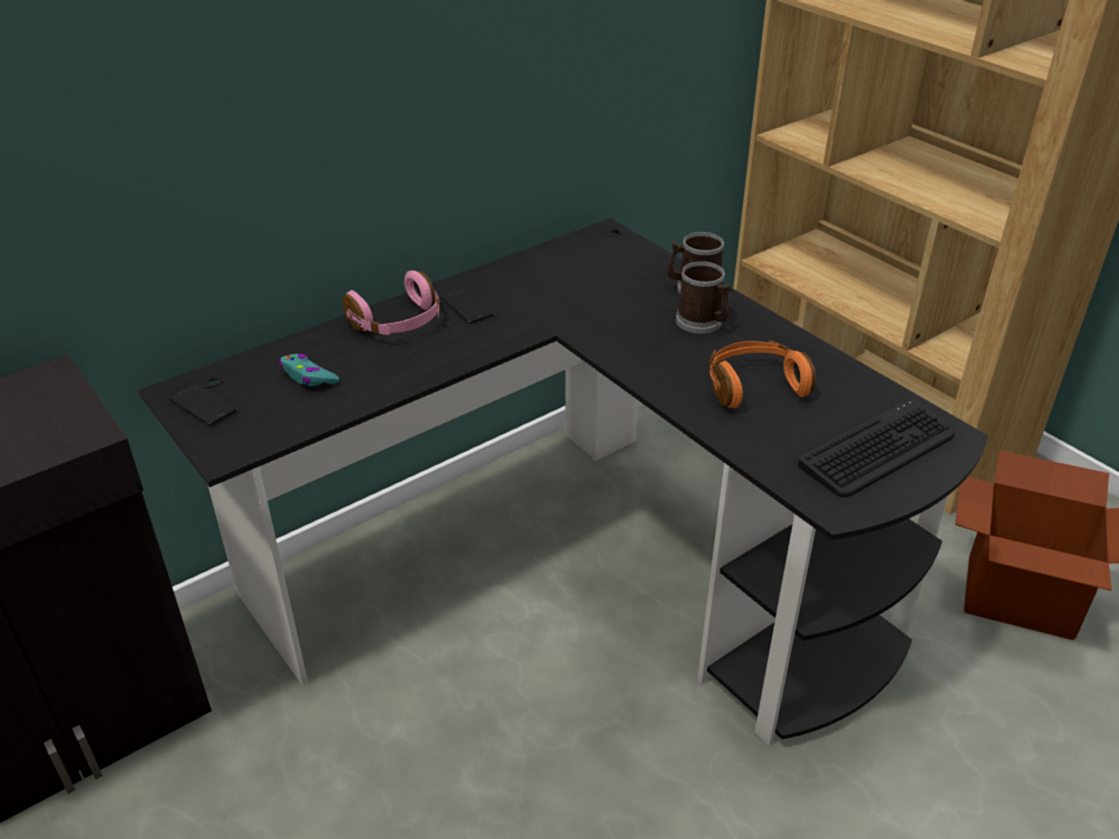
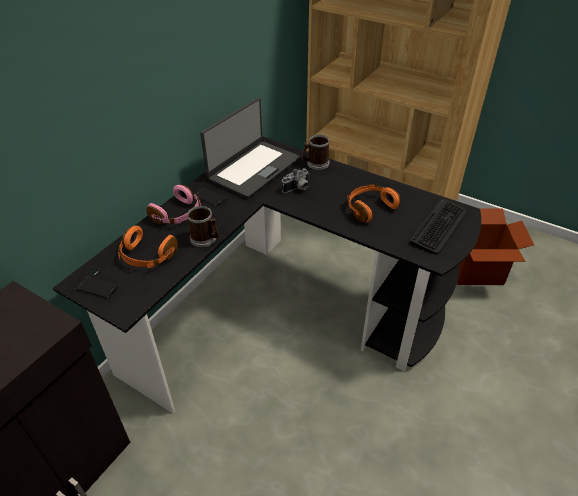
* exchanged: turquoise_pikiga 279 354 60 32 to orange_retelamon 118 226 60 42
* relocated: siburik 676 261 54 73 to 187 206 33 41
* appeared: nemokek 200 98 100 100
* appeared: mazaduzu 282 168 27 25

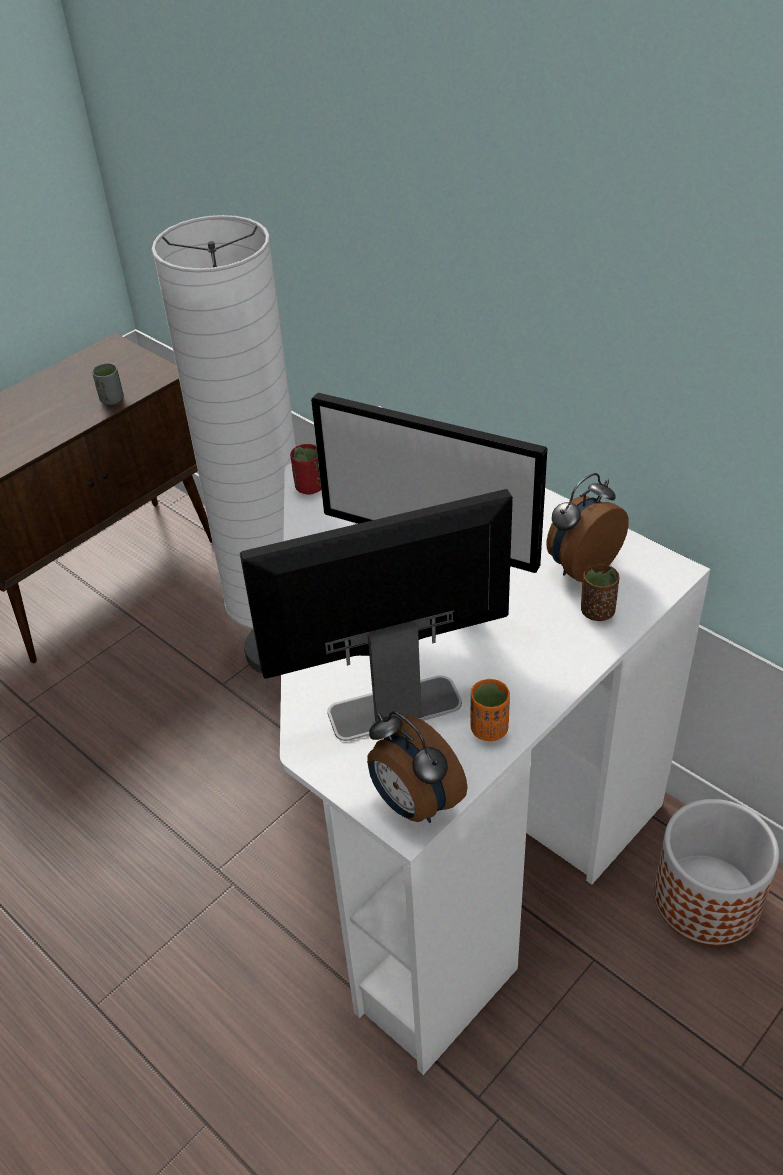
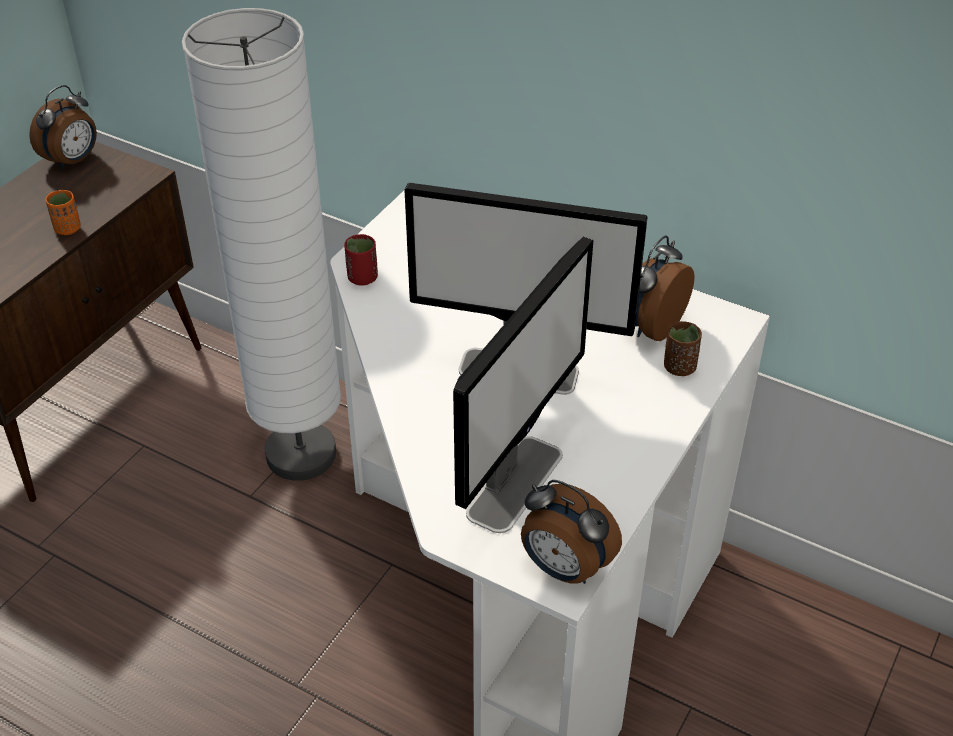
* missing: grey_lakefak 92 363 32 42
* spun: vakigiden 240 489 273 252 = 453 237 140 296 150 degrees clockwise
* relocated: orange_lakefak 471 679 39 62 to 46 190 35 45
* missing: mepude 654 799 125 147
* appeared: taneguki 29 85 68 85

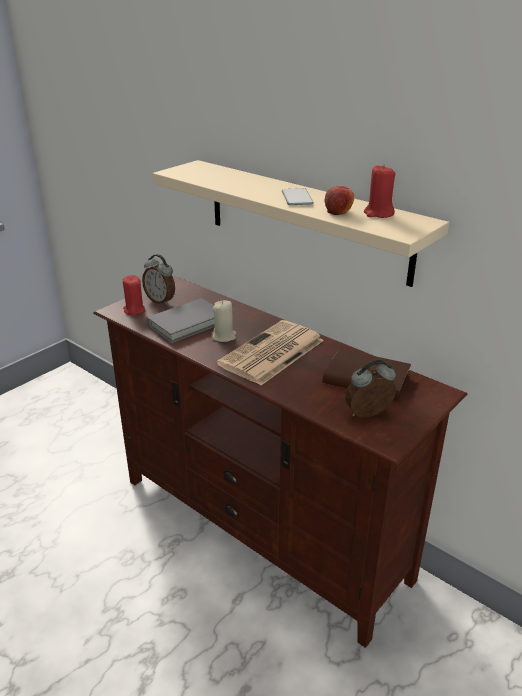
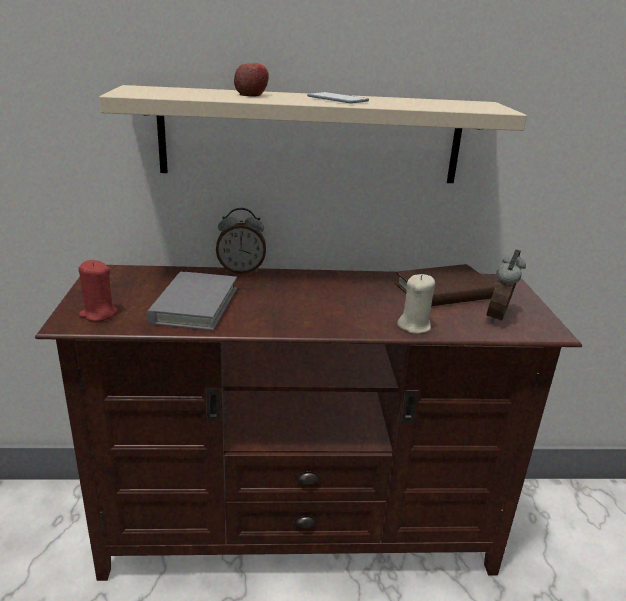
* relocated: taneguki 142 254 33 52 to 216 208 50 66
* relocated: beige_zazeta 212 300 24 42 to 397 274 38 60
* missing: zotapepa 217 320 107 65
* relocated: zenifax 324 186 30 29 to 234 63 35 34
* missing: red_zazeta 364 164 31 54

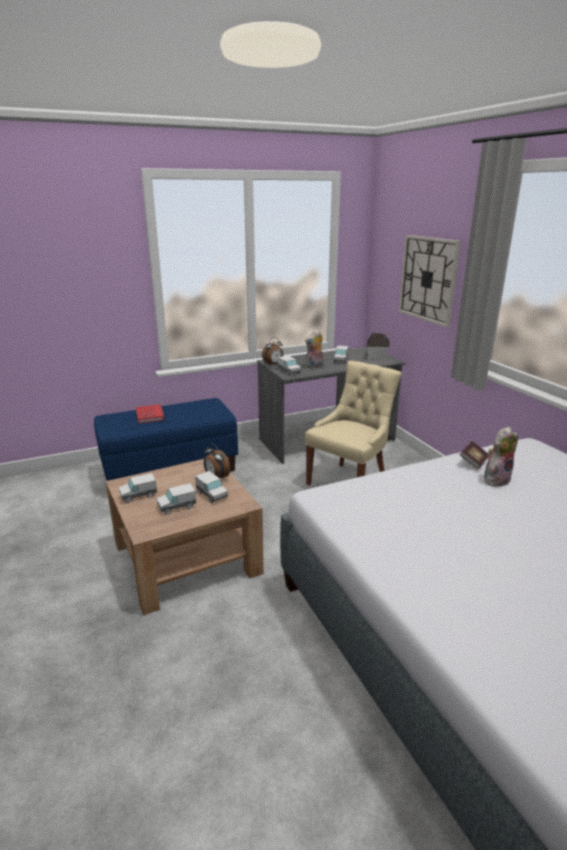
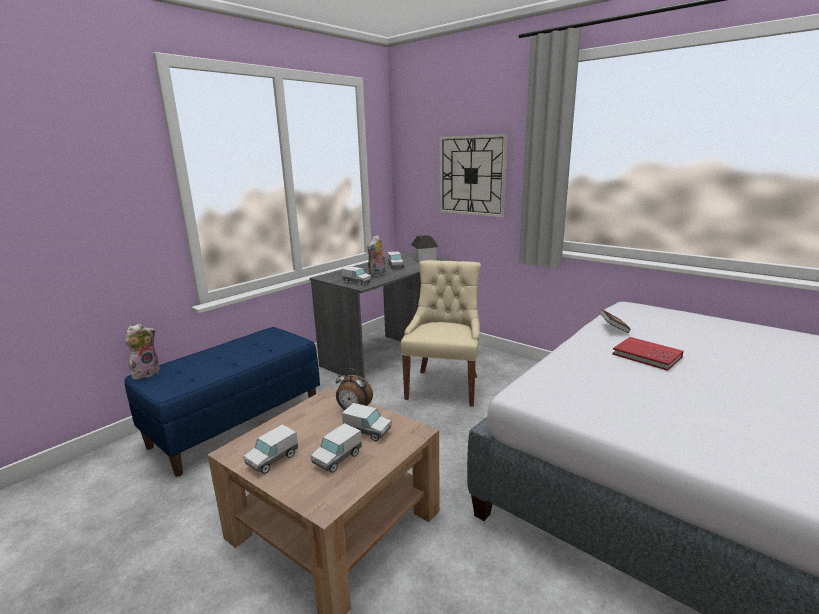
* relocated: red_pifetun 136 404 29 20 to 612 337 72 34
* missing: taneguki 262 337 21 29
* relocated: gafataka 484 426 34 60 to 125 323 35 57

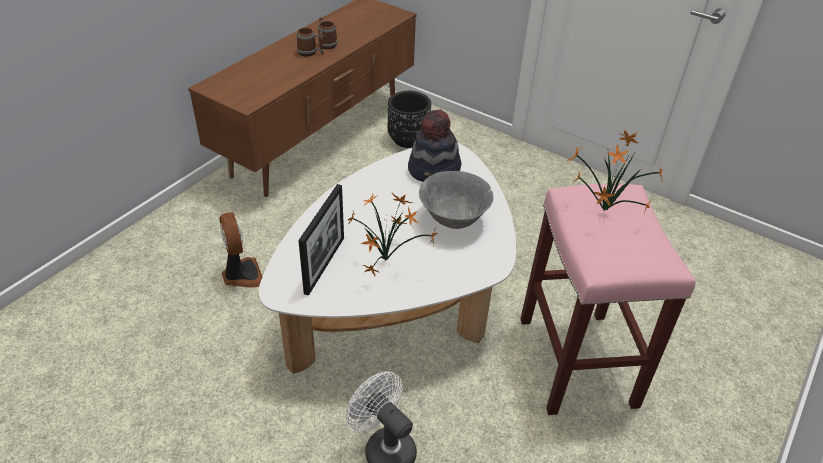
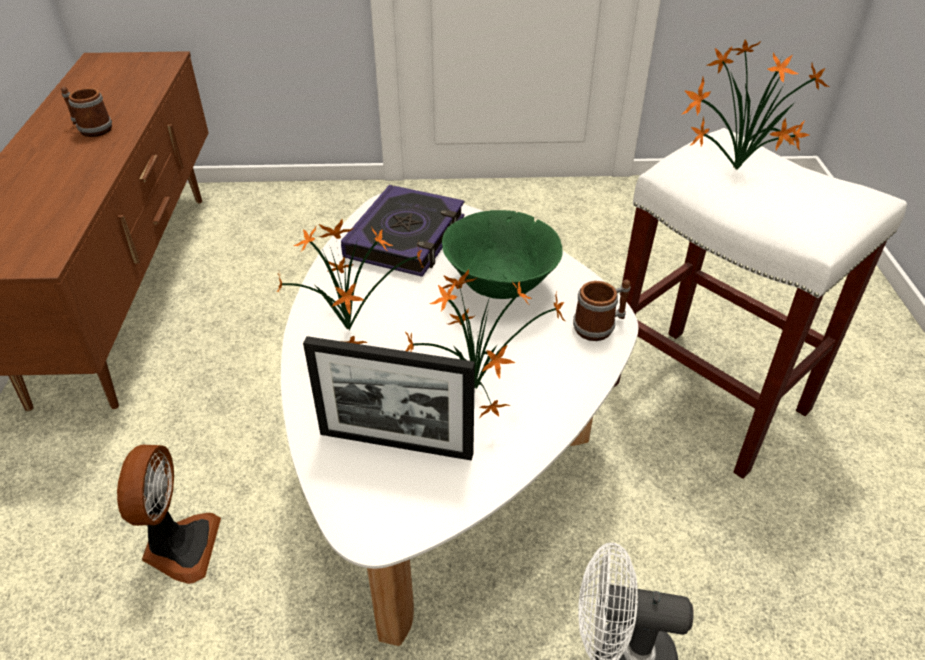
* spun: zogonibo 219 212 43 76 = 117 444 104 140 60 degrees clockwise
* relocated: siburik 296 27 28 29 to 573 280 57 61
* spun: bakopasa 298 184 46 112 = 303 336 172 125 120 degrees clockwise
* missing: black_mepude 388 91 43 57
* exchanged: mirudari 408 110 53 72 to pifetun 341 185 124 92
* colour: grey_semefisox 419 171 75 58 to green_semefisox 442 210 121 89
* colour: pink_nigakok 521 184 175 231 to white_nigakok 613 128 294 351
* appeared: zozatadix 277 219 148 125

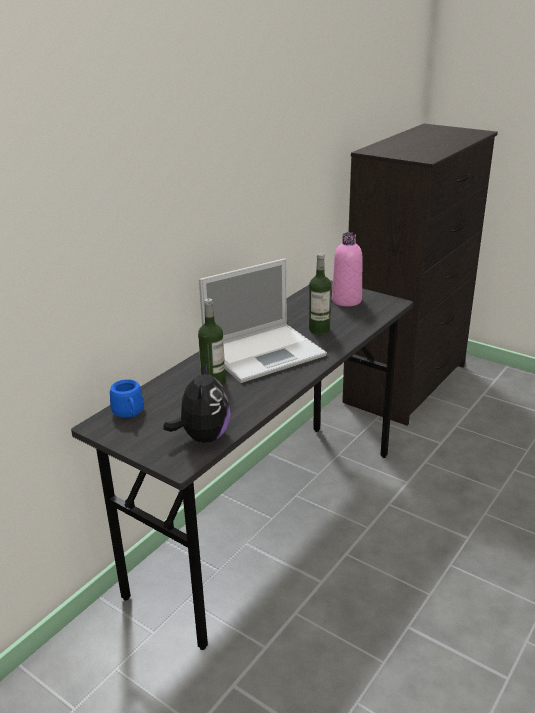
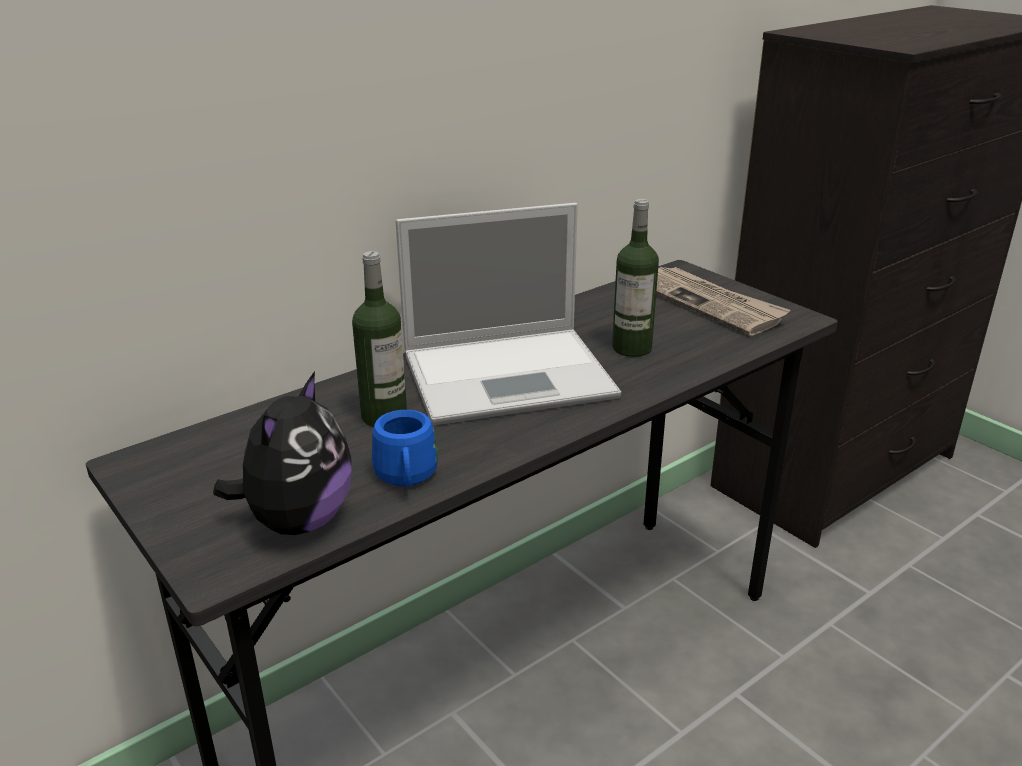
* relocated: blue_siburik 110 379 34 39 to 372 410 66 78
* exchanged: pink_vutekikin 332 232 31 74 to zotapepa 656 267 135 69

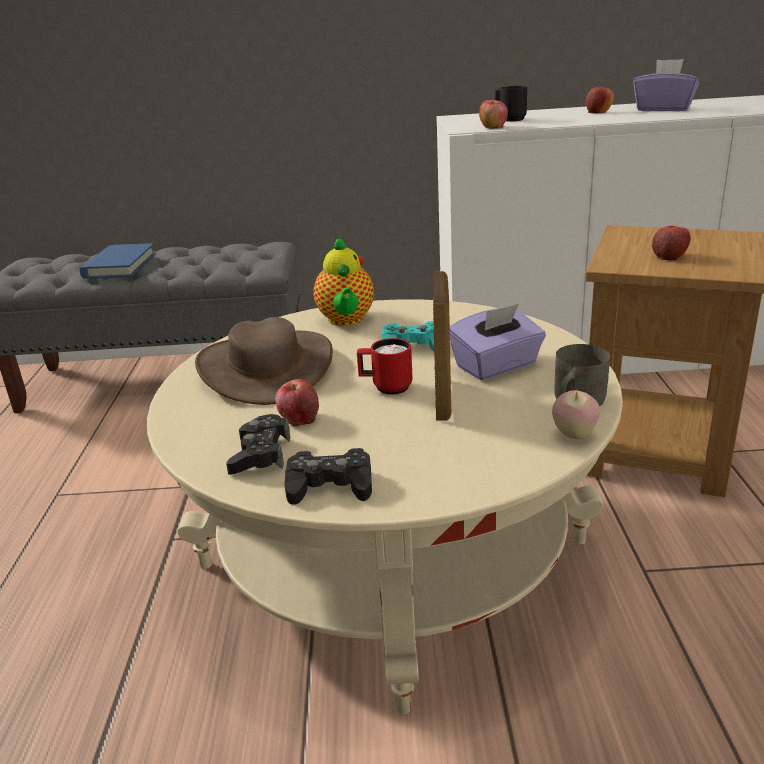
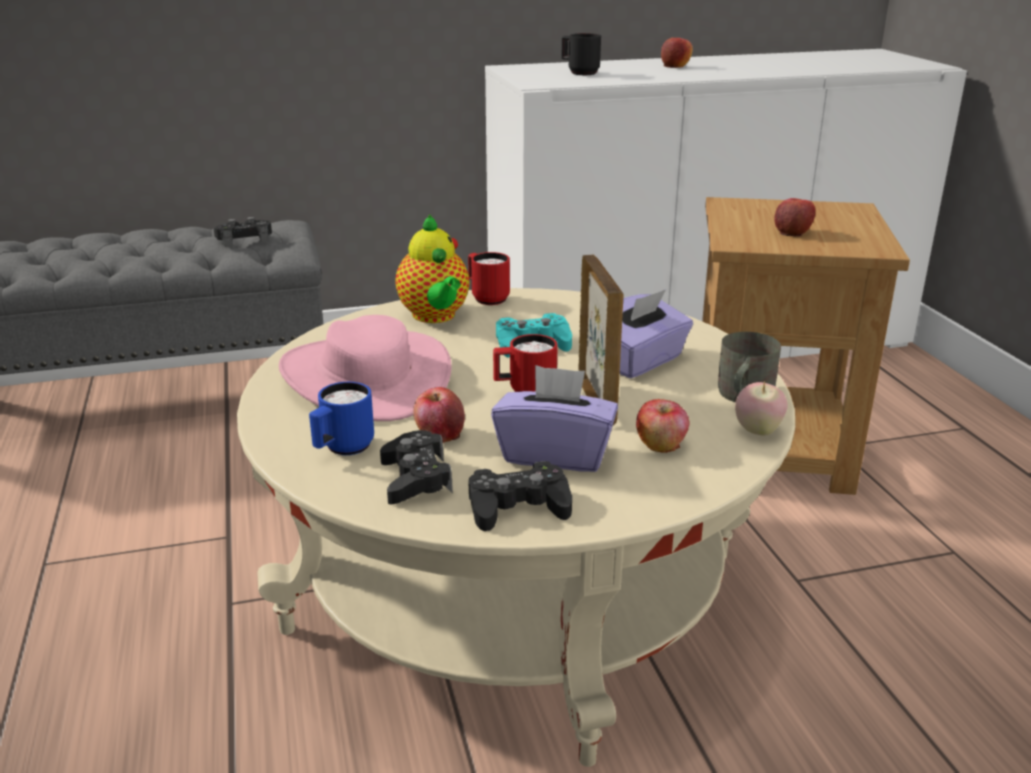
* missing: blue_pifetun 80 243 76 36
* colour: brown_mirudari 195 317 138 88 to pink_mirudari 279 315 172 106
* relocated: zenifax 479 100 29 28 to 636 399 54 54
* relocated: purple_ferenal 633 59 66 52 to 491 365 127 107
* appeared: black_pikiga 214 217 58 30
* appeared: blue_siburik 309 382 65 73
* appeared: red_siburik 468 252 42 53

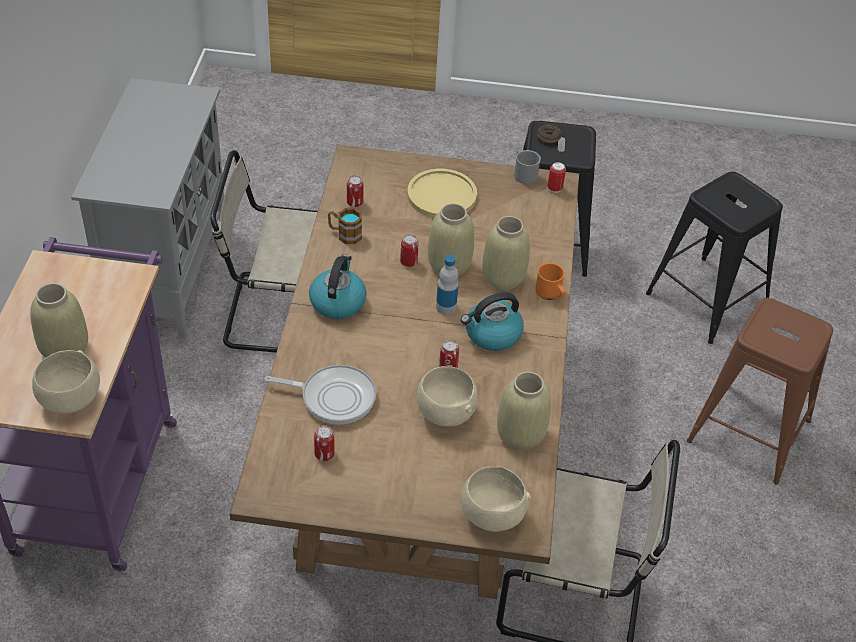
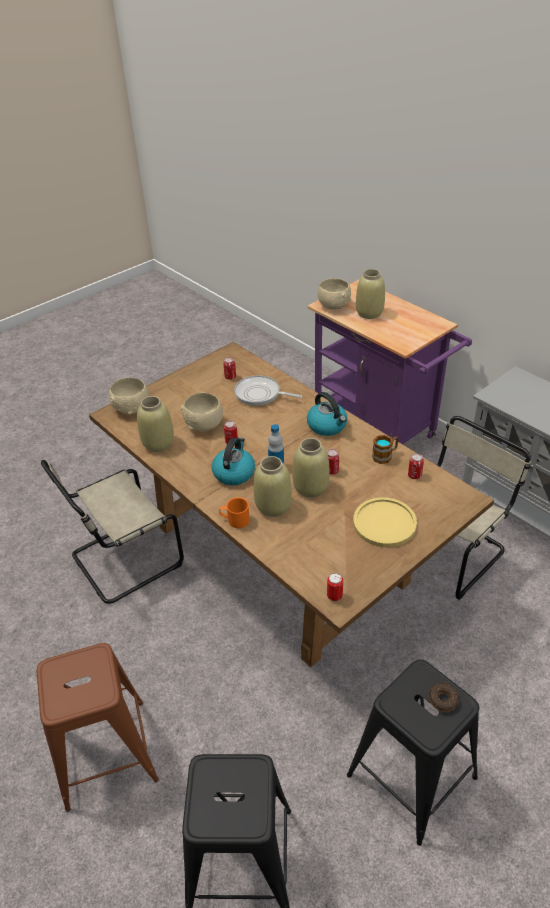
* spun: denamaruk 265 365 111 59 = 234 375 68 31 60 degrees clockwise
* missing: grey_siburik 514 150 27 34

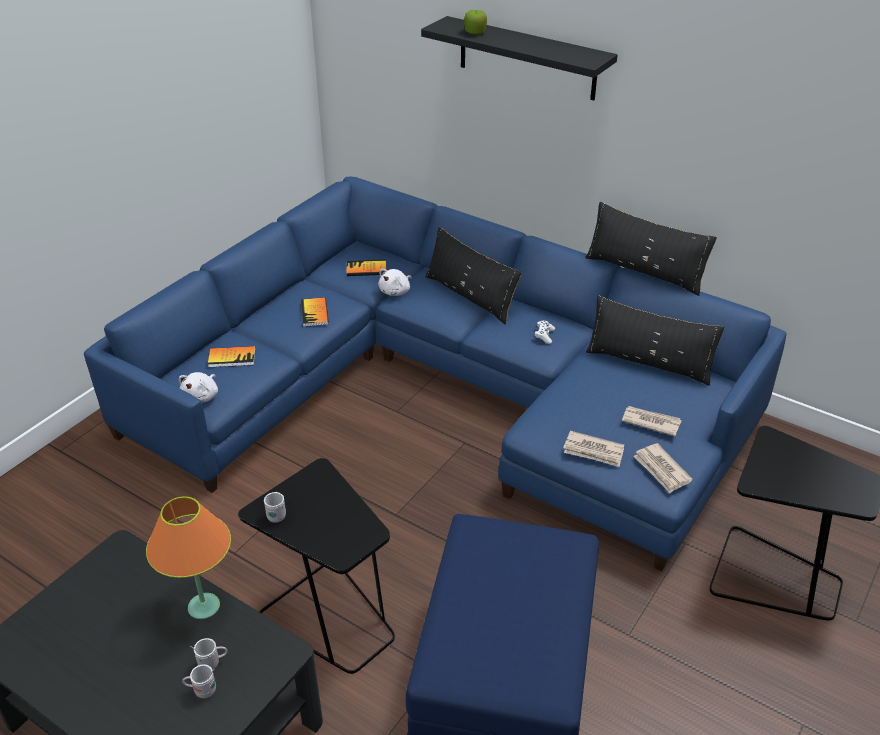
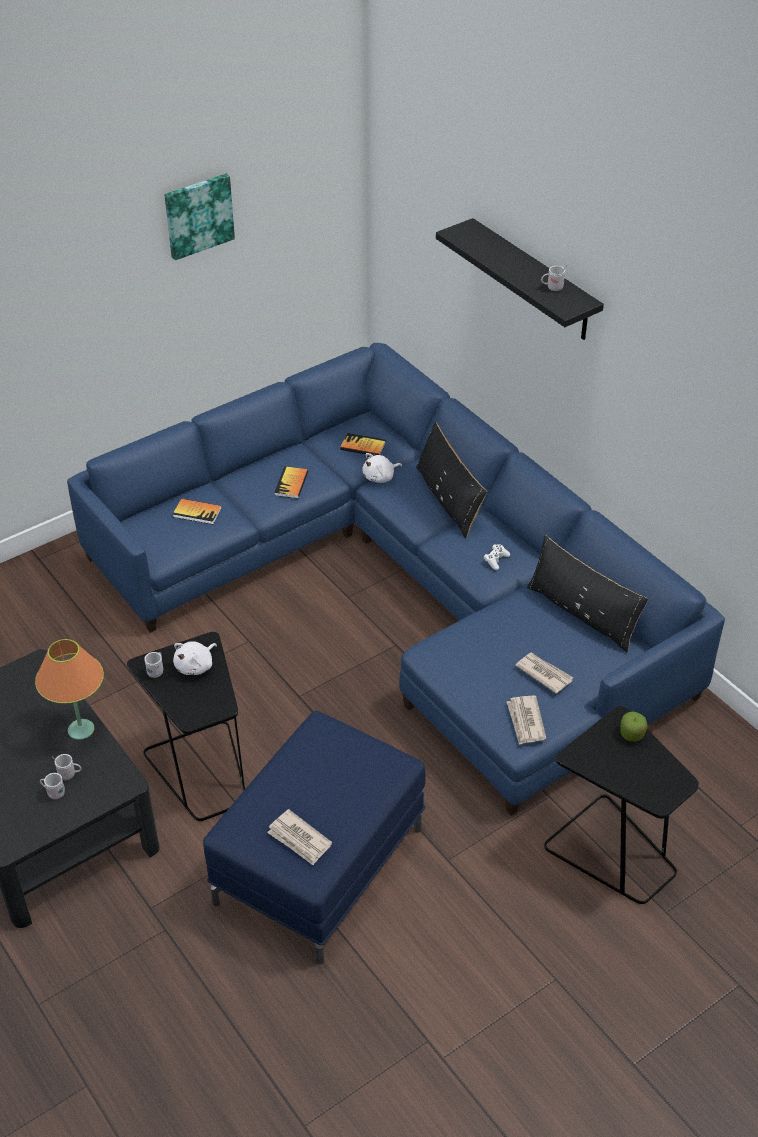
* relocated: white_gafataka 179 372 39 31 to 173 641 44 34
* relocated: zenifax 464 10 23 25 to 620 712 27 30
* relocated: zotapepa 563 431 61 36 to 267 809 65 56
* missing: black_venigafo 585 202 132 94
* appeared: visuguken 164 174 71 86
* appeared: white_siburik 541 265 26 26

